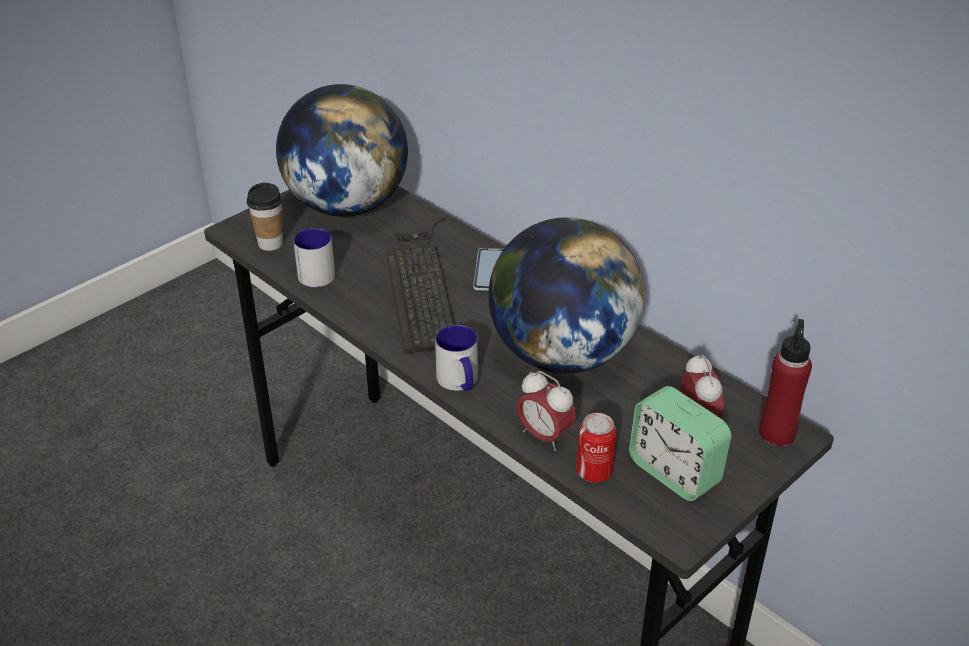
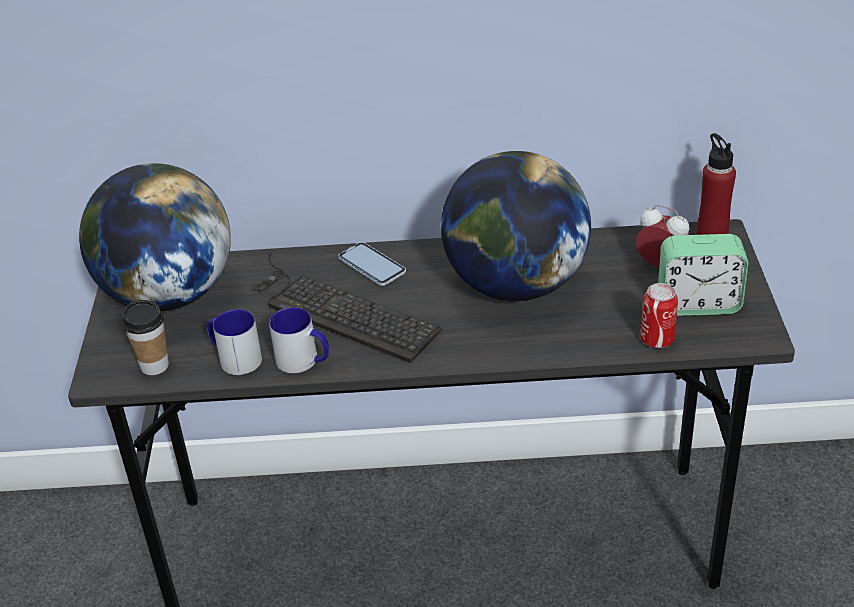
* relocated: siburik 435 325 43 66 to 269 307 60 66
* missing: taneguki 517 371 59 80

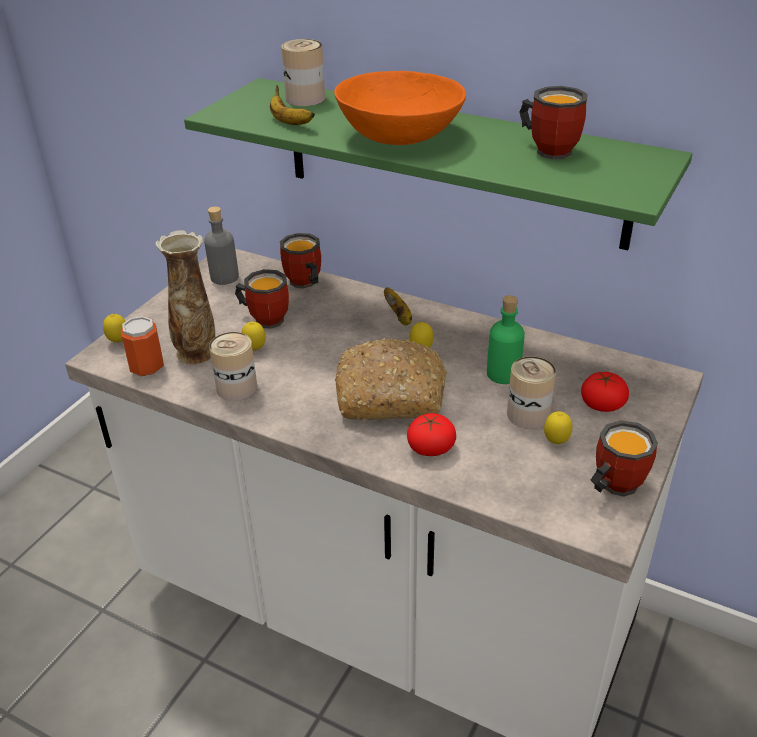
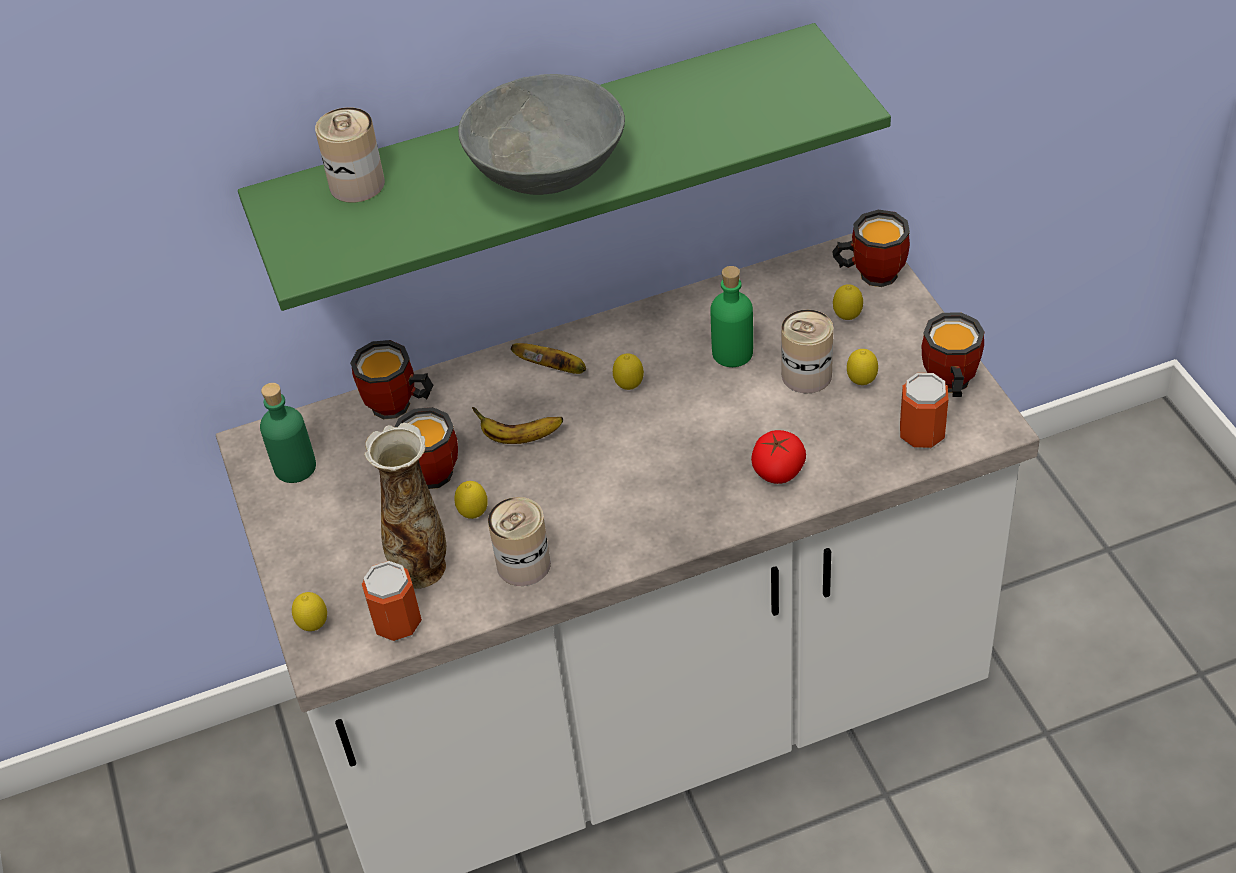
* colour: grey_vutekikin 204 206 35 79 to green_vutekikin 260 383 56 100
* relocated: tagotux 270 85 45 40 to 472 407 91 37
* colour: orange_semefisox 334 71 132 74 to grey_semefisox 458 74 167 121
* missing: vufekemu 335 338 112 82
* relocated: siburik 519 86 68 74 to 832 210 78 77
* exchanged: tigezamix 581 371 48 41 to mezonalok 833 284 30 36
* appeared: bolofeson 900 373 48 76

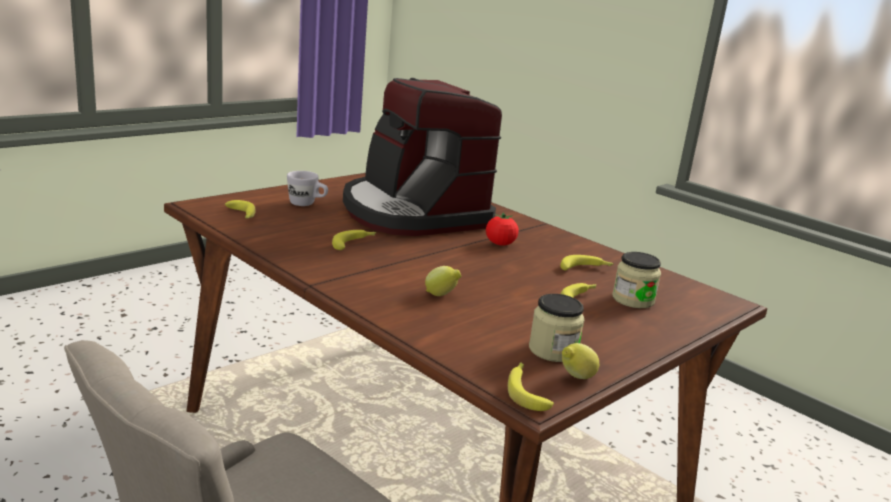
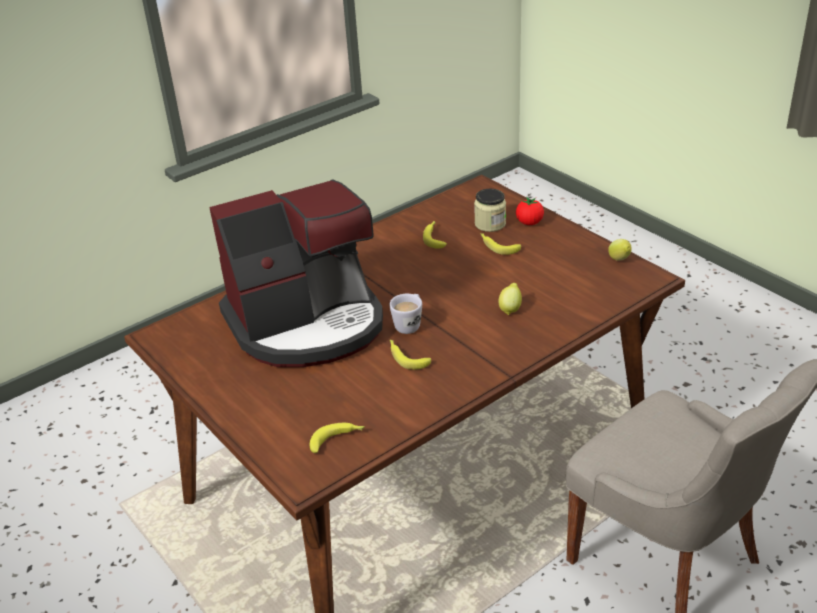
* relocated: white_siburik 287 171 41 35 to 389 294 33 40
* relocated: tigezamix 486 212 33 34 to 516 197 28 28
* missing: tagotux 508 362 46 49
* missing: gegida 529 294 55 68

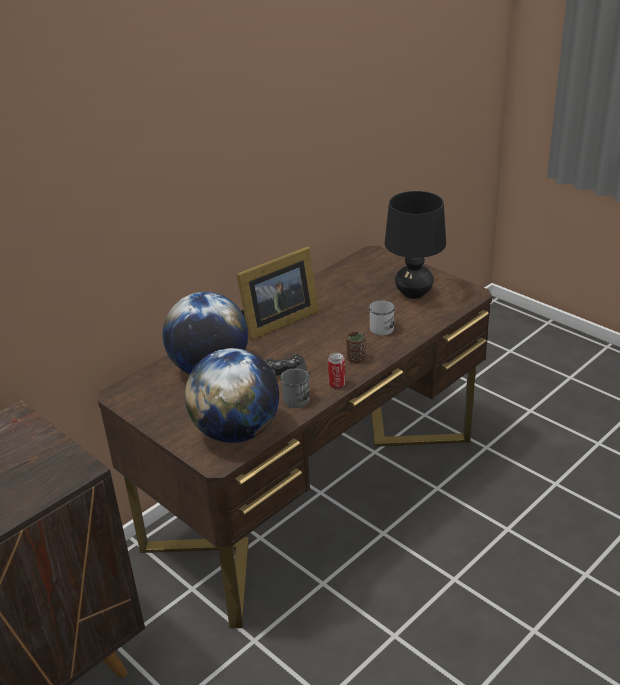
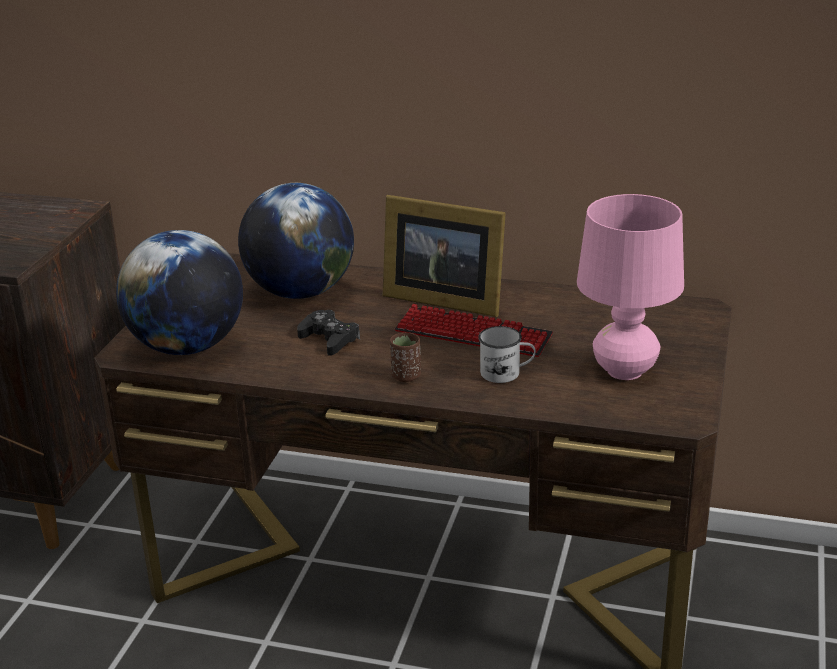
* missing: grey_siburik 280 368 30 40
* missing: bolofeson 328 353 17 36
* colour: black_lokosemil 384 191 62 108 to pink_lokosemil 577 194 107 186
* appeared: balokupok 395 304 158 53

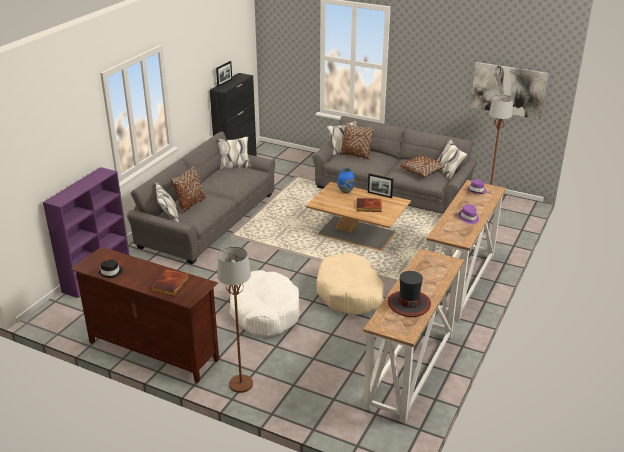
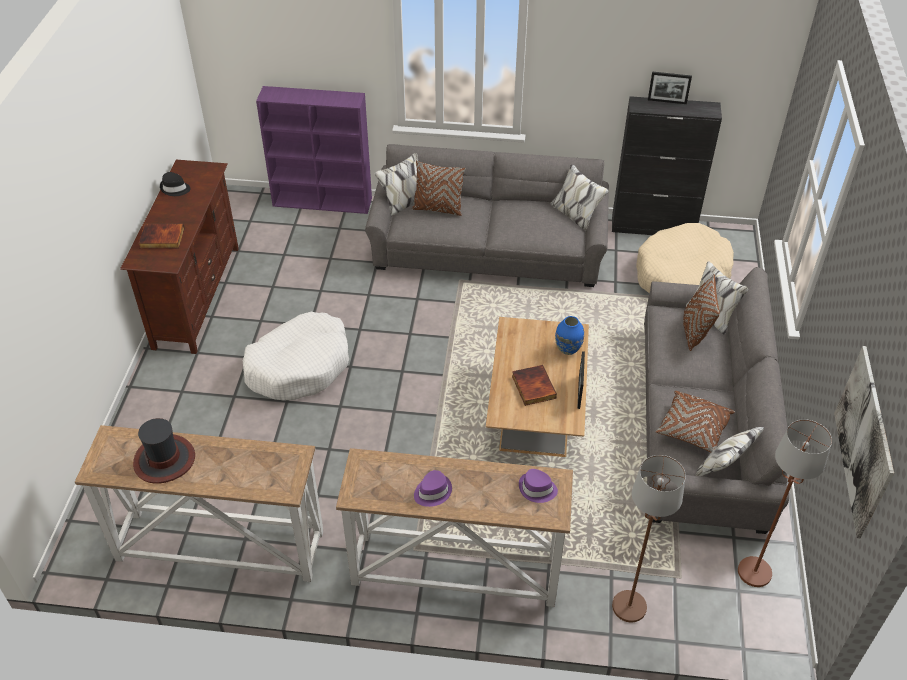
* relocated: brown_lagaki 217 247 36 146 to 612 455 74 167
* relocated: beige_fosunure 316 253 68 62 to 636 223 98 71

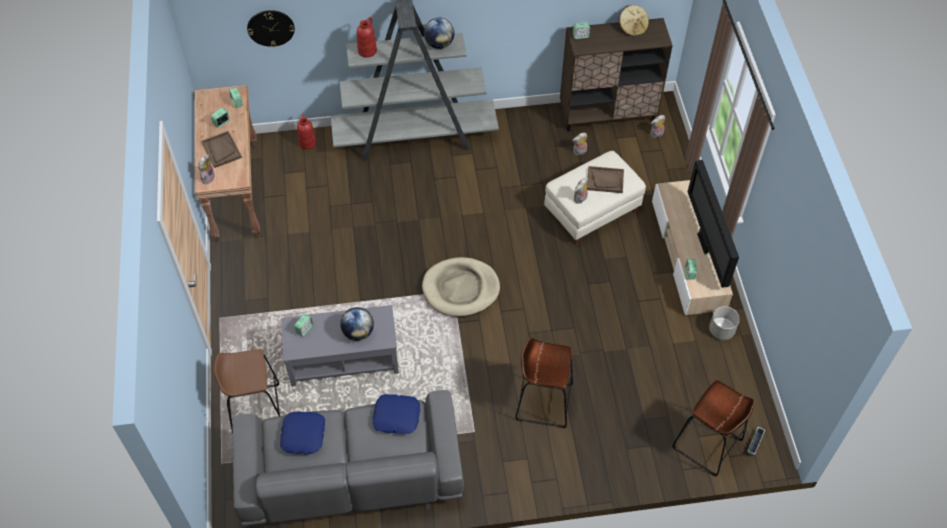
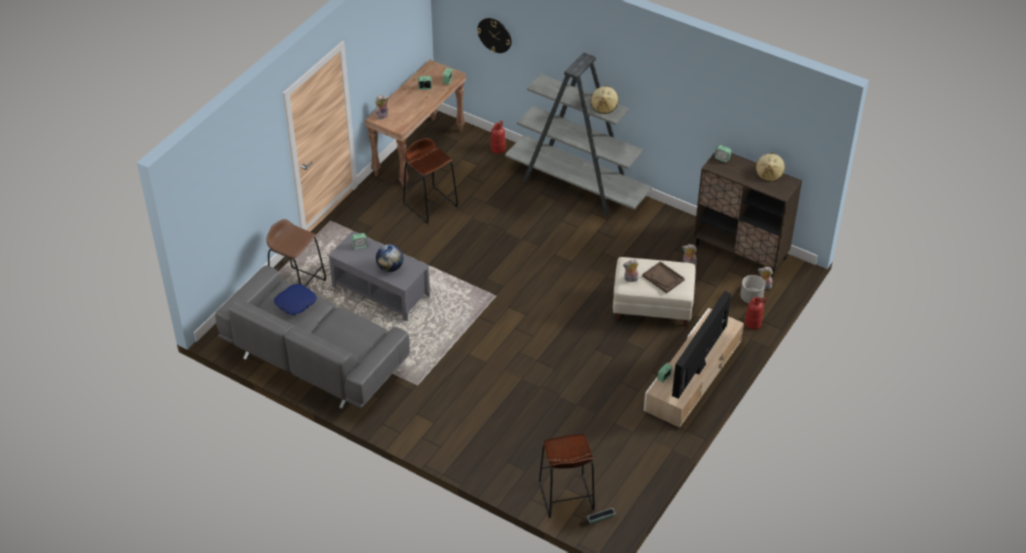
* missing: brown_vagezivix 202 131 40 37
* relocated: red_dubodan 357 17 20 41 to 745 297 21 32
* missing: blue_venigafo 373 394 47 40
* missing: beige_fosunure 422 257 78 60
* exchanged: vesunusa 424 18 30 31 to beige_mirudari 590 86 29 28
* relocated: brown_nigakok 516 338 57 90 to 403 138 55 86
* relocated: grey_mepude 709 306 31 34 to 740 275 25 28

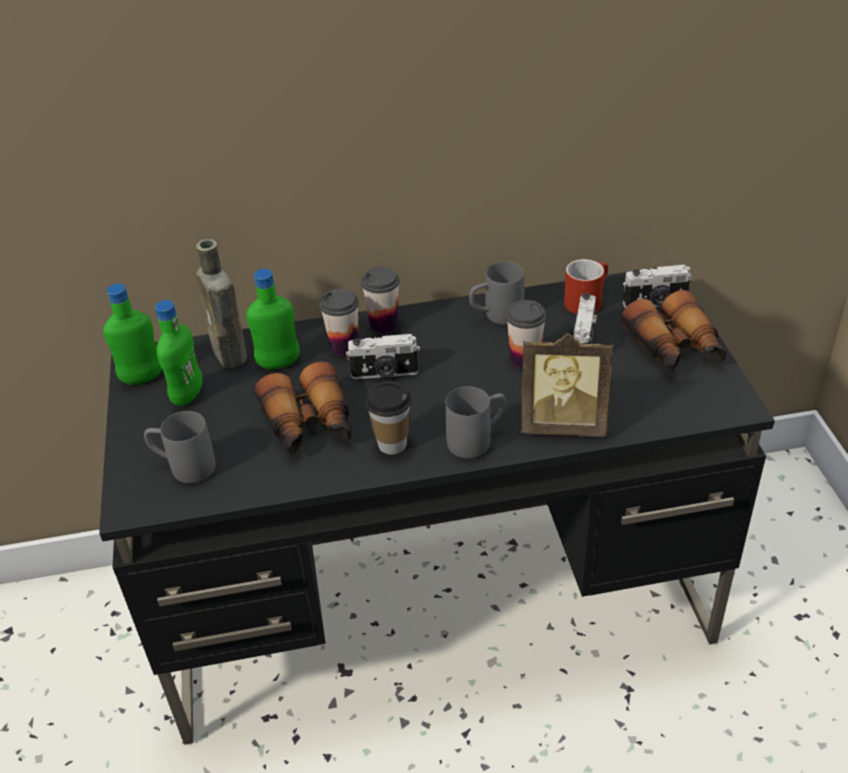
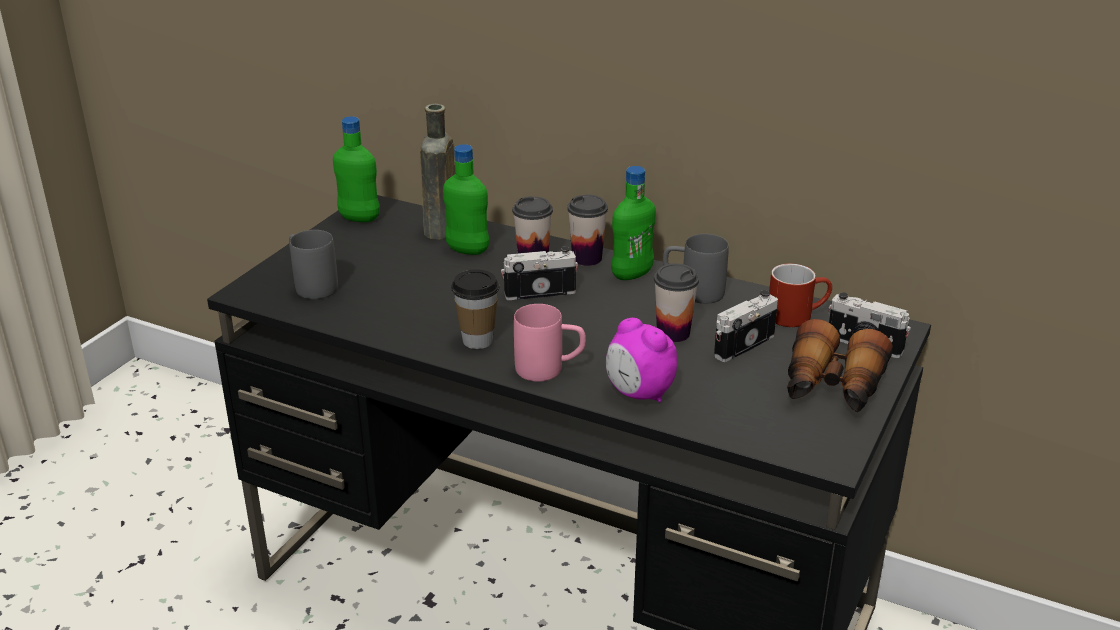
* relocated: green_vutekikin 155 300 48 106 to 611 166 45 114
* missing: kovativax 254 361 98 94
* spun: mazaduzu 346 334 74 45 = 501 246 77 54 135 degrees clockwise
* colour: grey_siburik 445 386 61 73 to pink_siburik 514 304 72 78
* exchanged: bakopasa 521 333 92 104 to taneguki 606 318 71 85

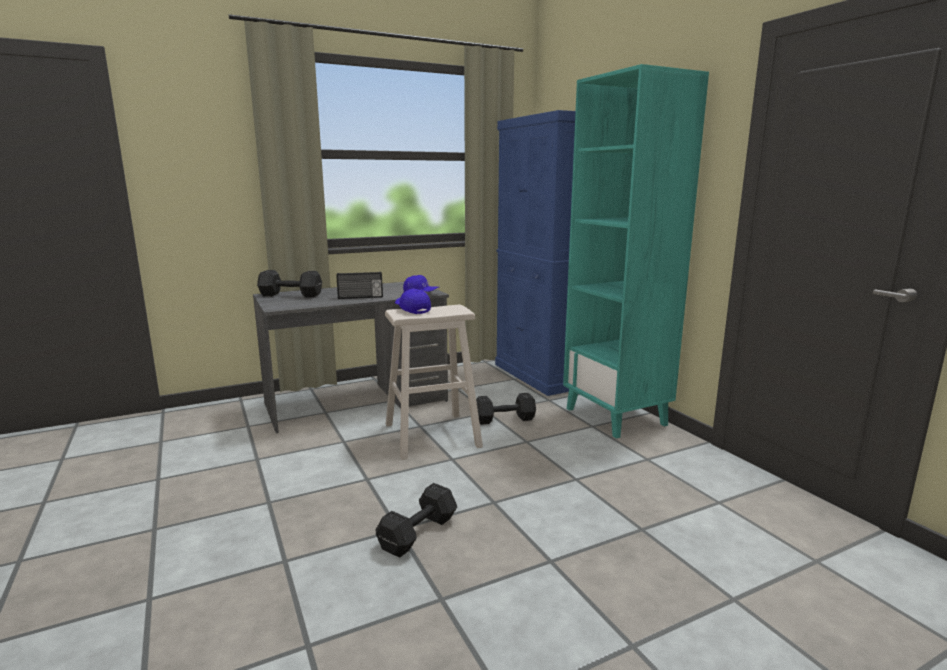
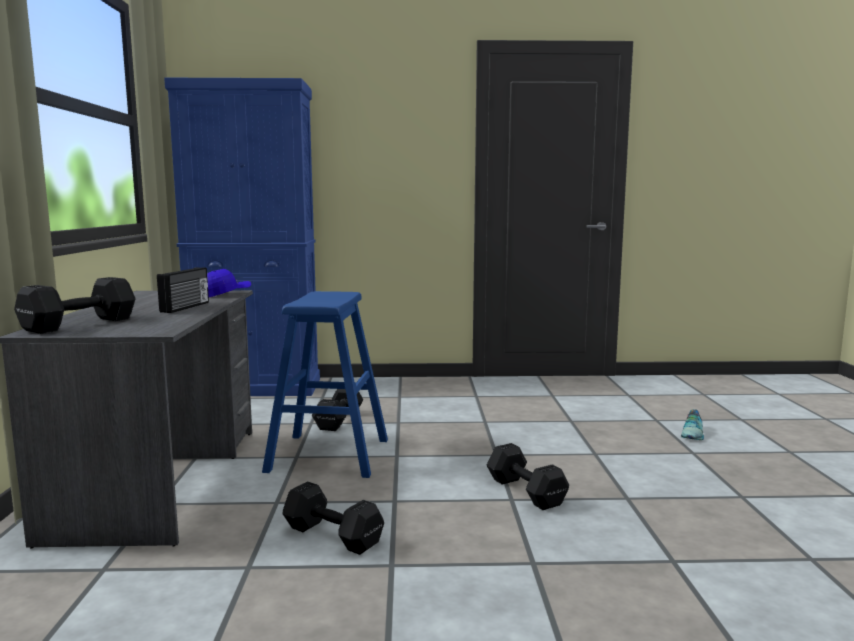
* colour: beige_nigakok 385 305 98 155 to blue_nigakok 262 291 126 187
* missing: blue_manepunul 395 288 36 26
* missing: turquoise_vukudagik 563 64 146 375
* appeared: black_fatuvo 283 481 101 74
* appeared: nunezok 681 409 23 31

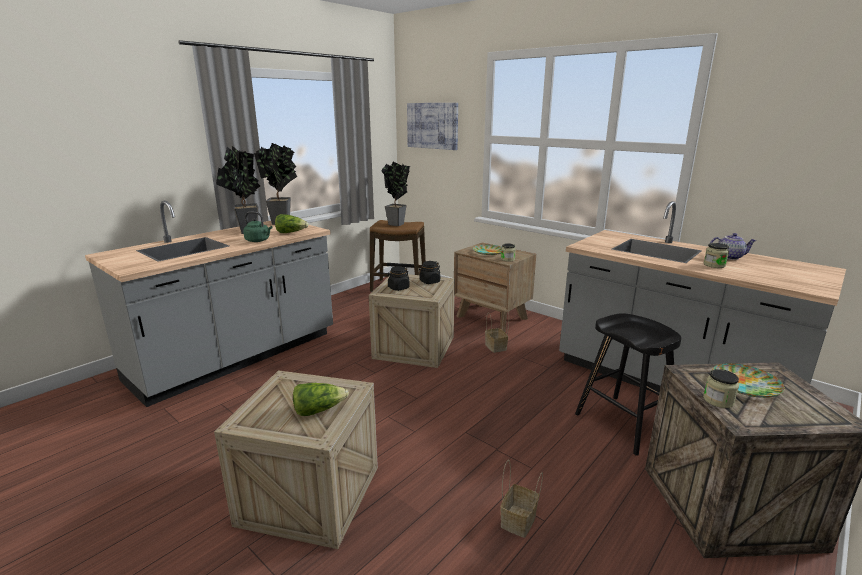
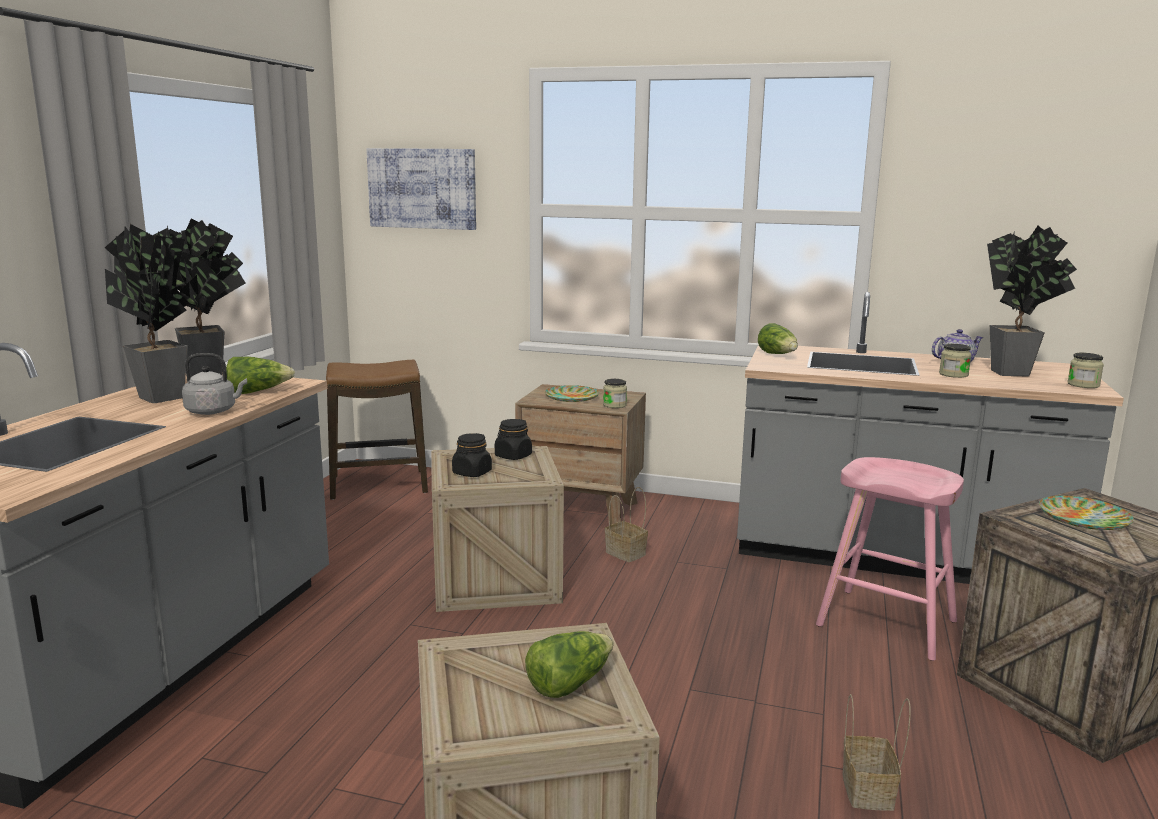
* colour: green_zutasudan 243 211 29 31 to grey_zutasudan 182 353 65 62
* relocated: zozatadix 381 162 29 64 to 987 226 90 151
* colour: black_nigakok 575 313 106 143 to pink_nigakok 816 457 148 204
* relocated: gegida 703 369 36 39 to 1067 353 37 35
* appeared: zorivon 758 323 40 31

